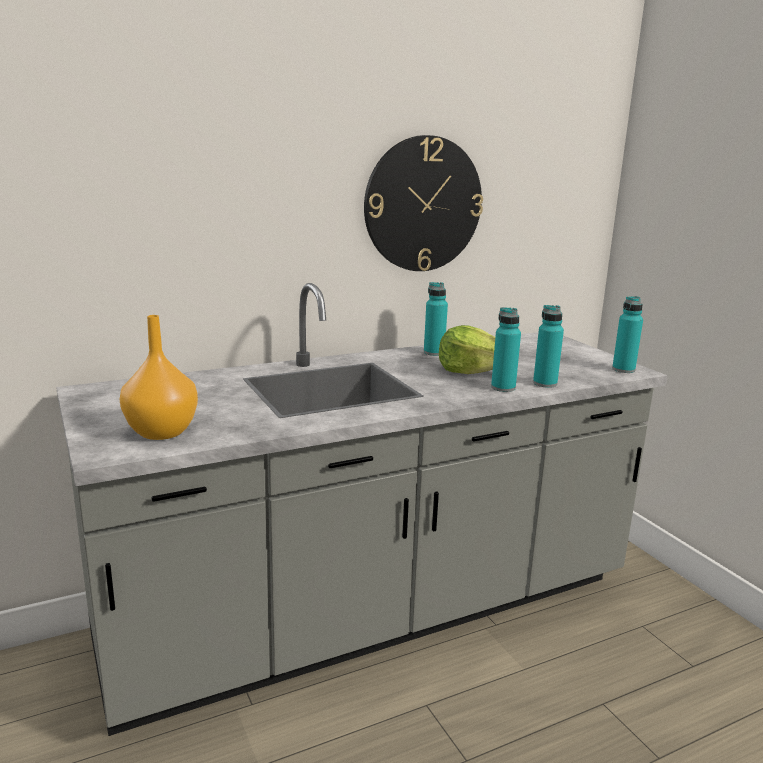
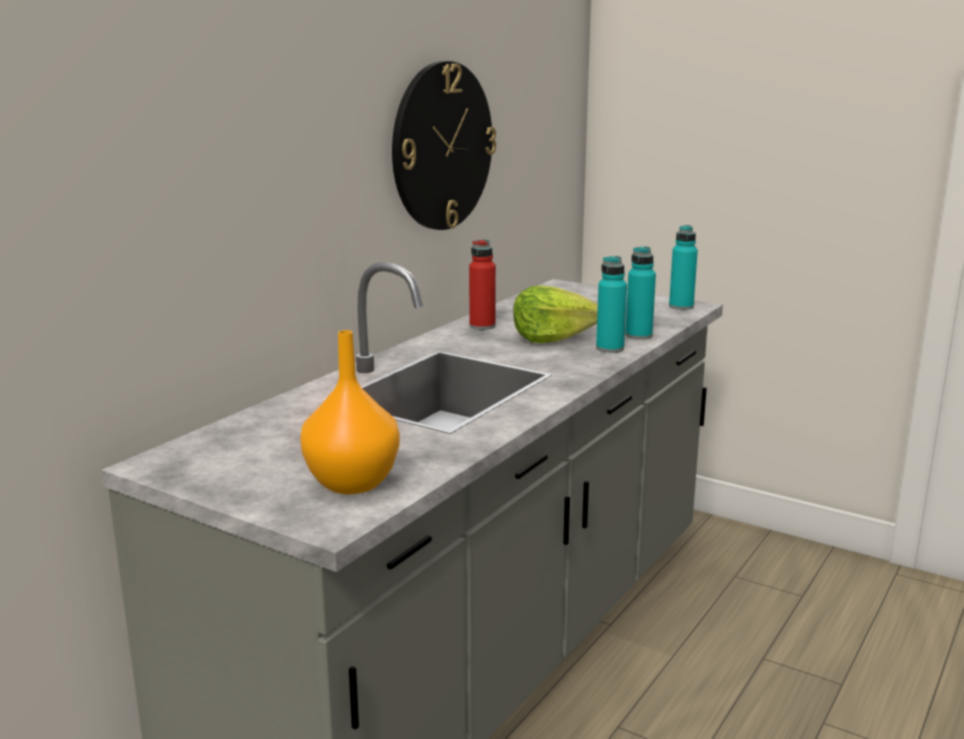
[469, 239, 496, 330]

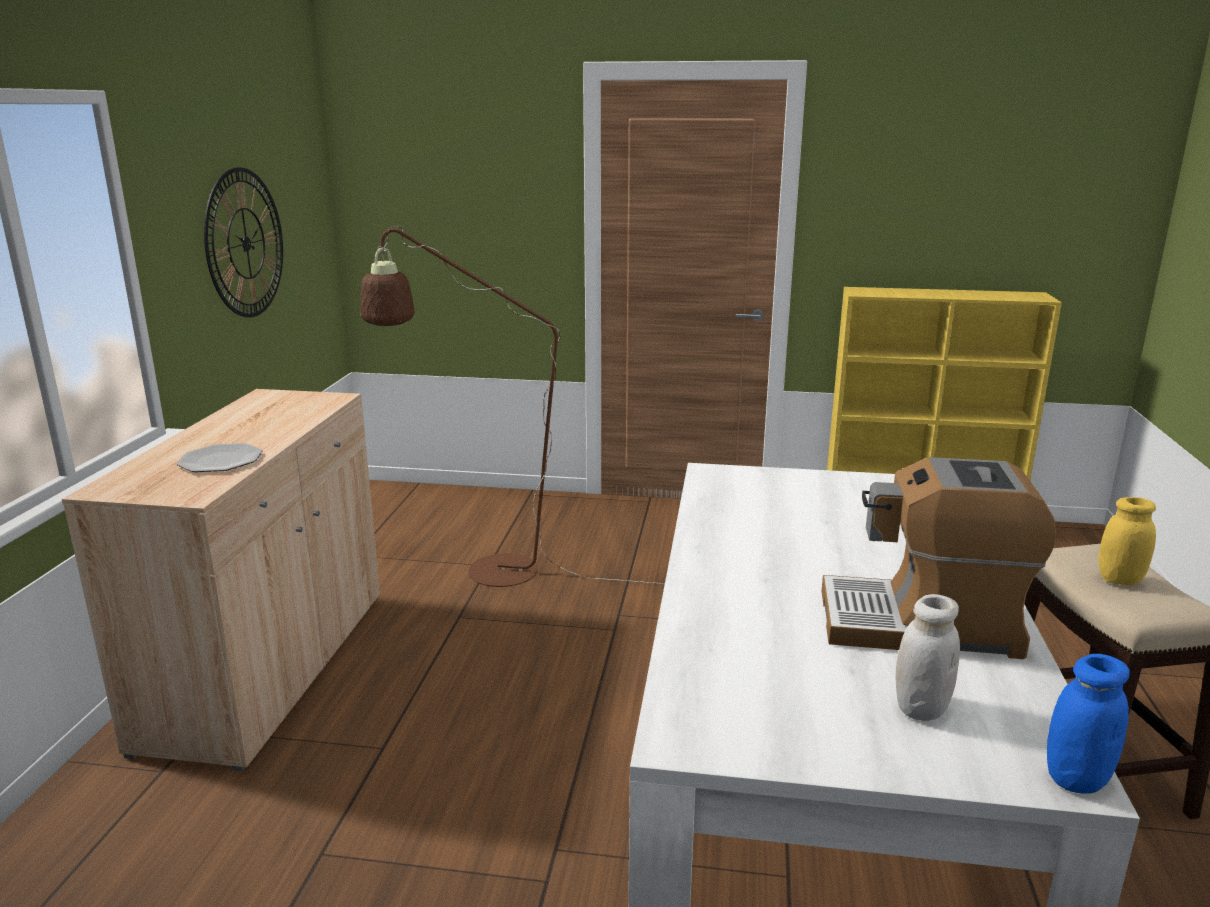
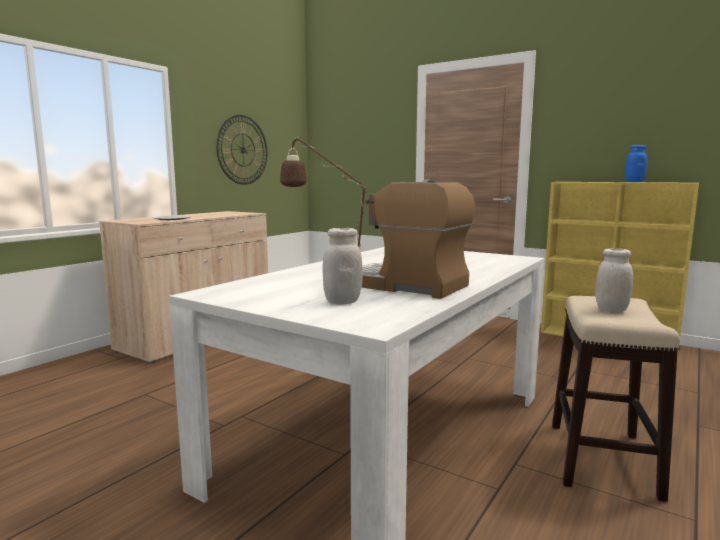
[595, 248, 633, 312]
[625, 145, 647, 182]

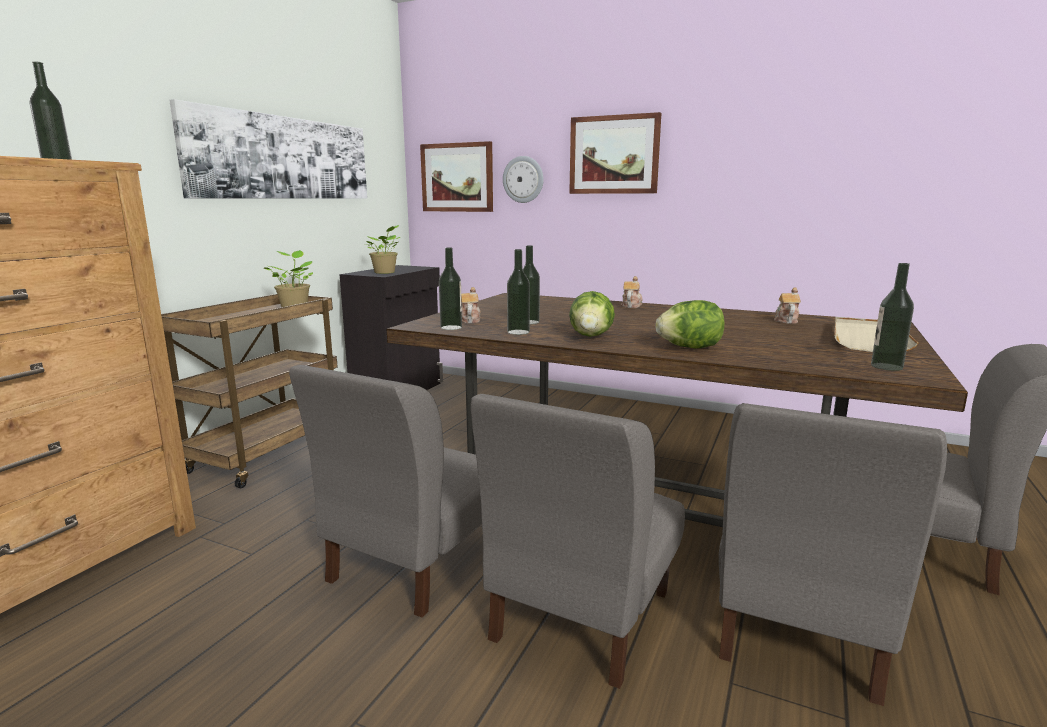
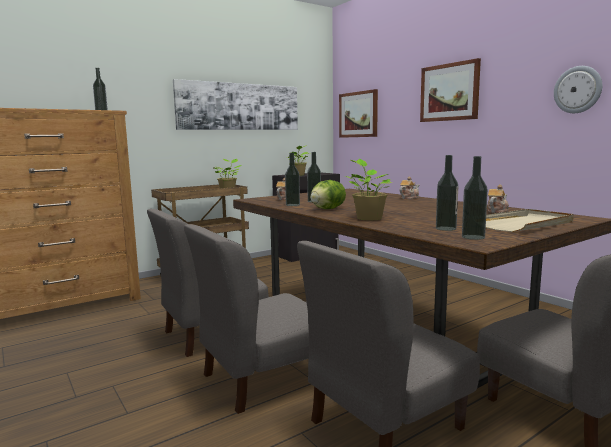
[554, 66, 602, 113]
[436, 155, 458, 231]
[345, 159, 392, 220]

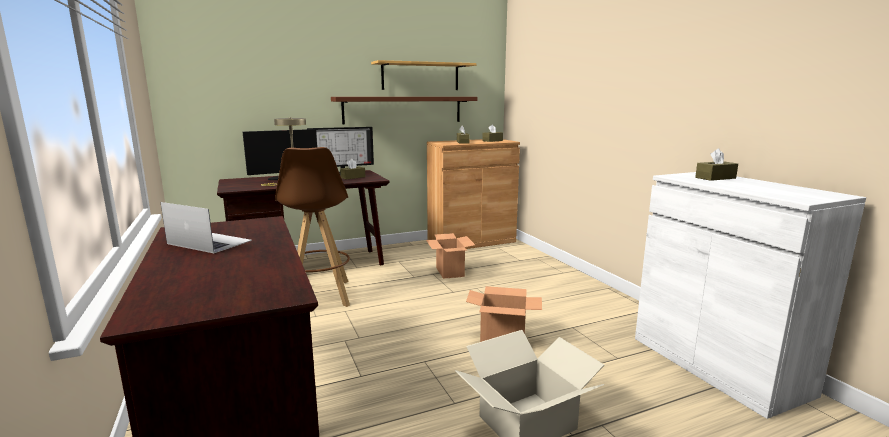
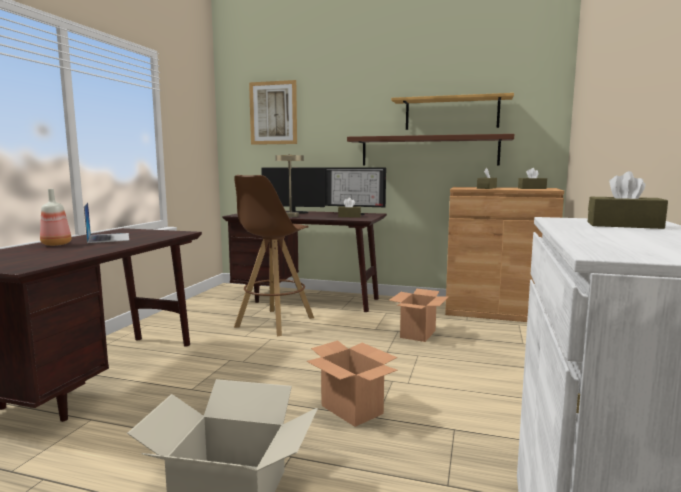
[249, 80, 297, 145]
[40, 189, 72, 246]

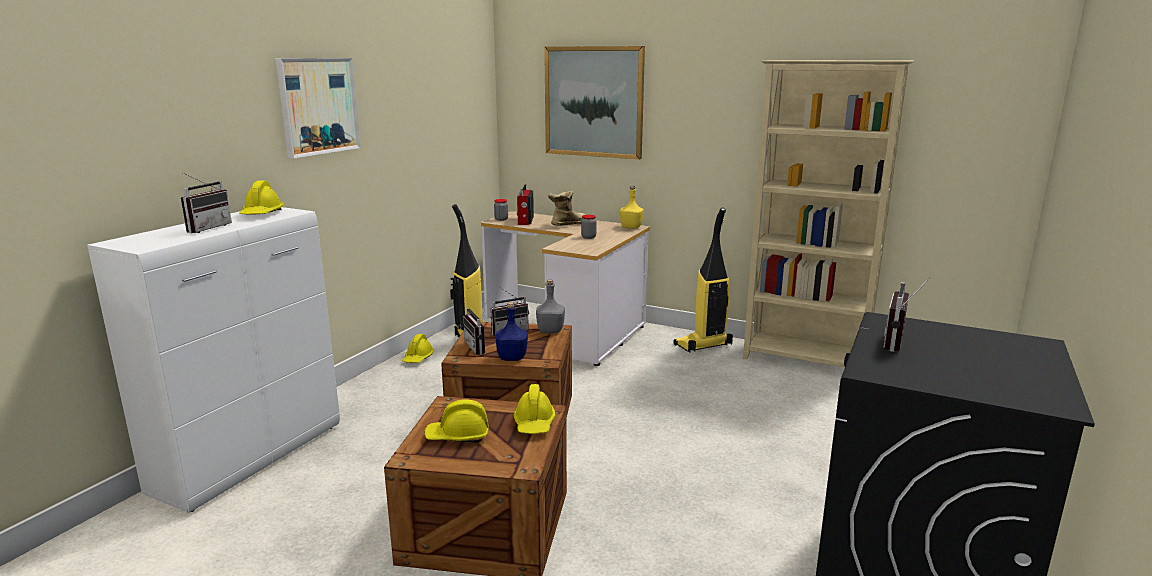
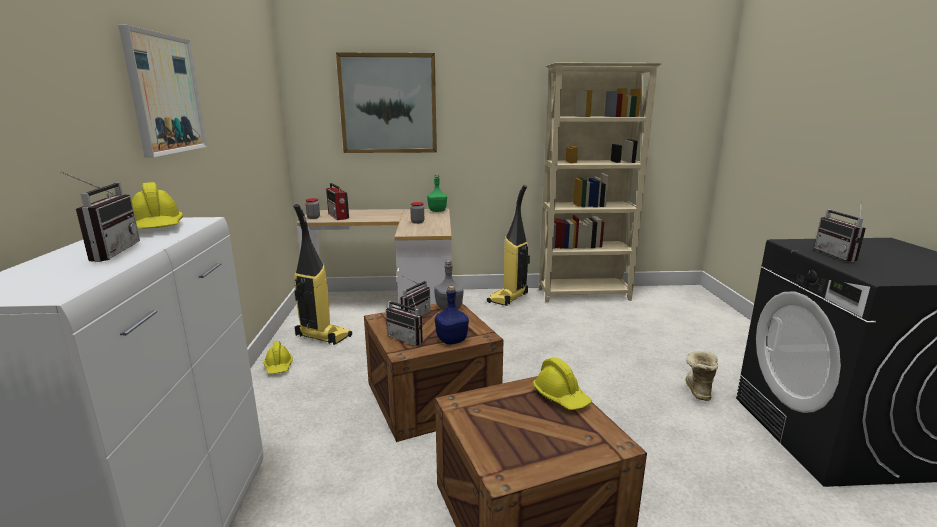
[427, 175, 447, 212]
[686, 351, 718, 401]
[424, 399, 489, 443] (first image)

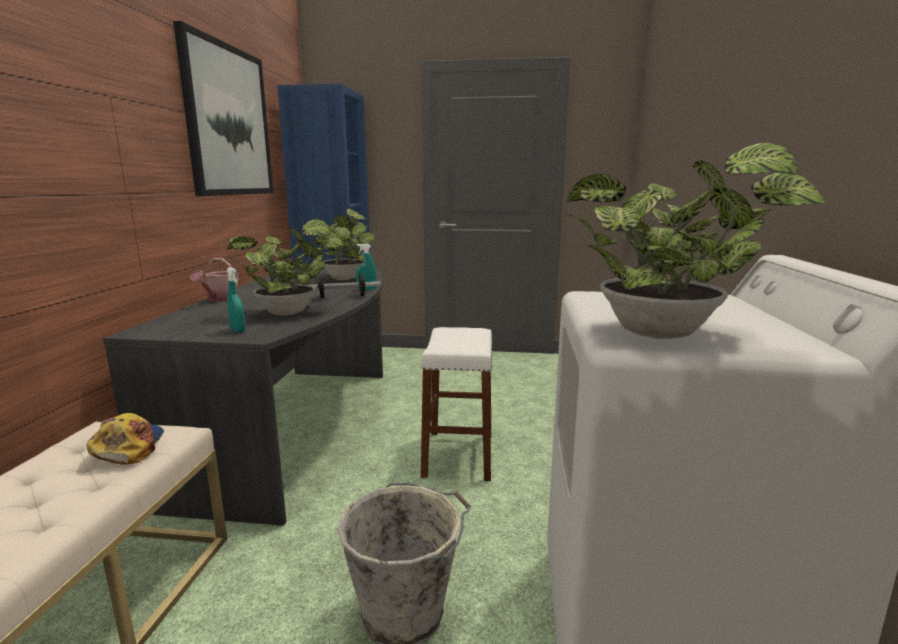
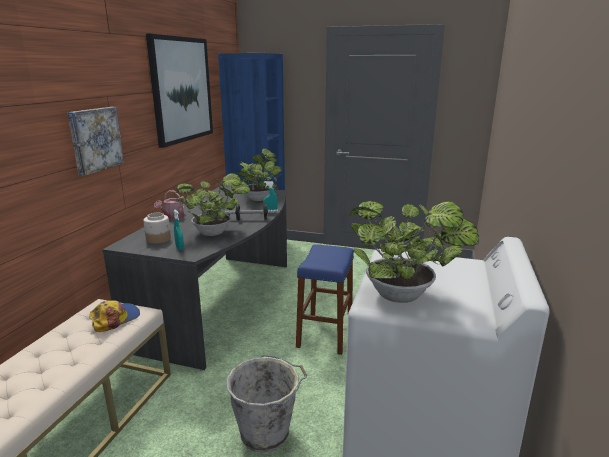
[296, 244, 354, 355]
[89, 300, 140, 332]
[67, 107, 124, 176]
[143, 213, 171, 244]

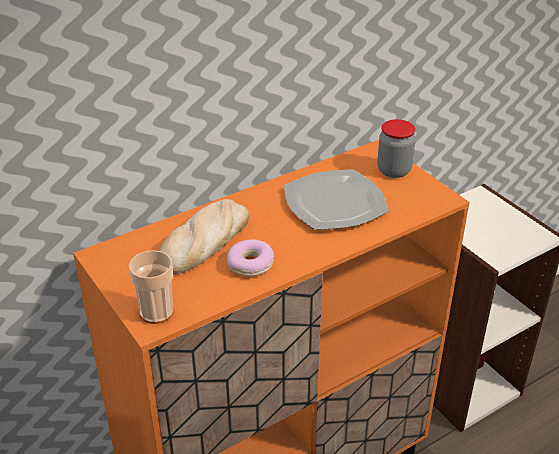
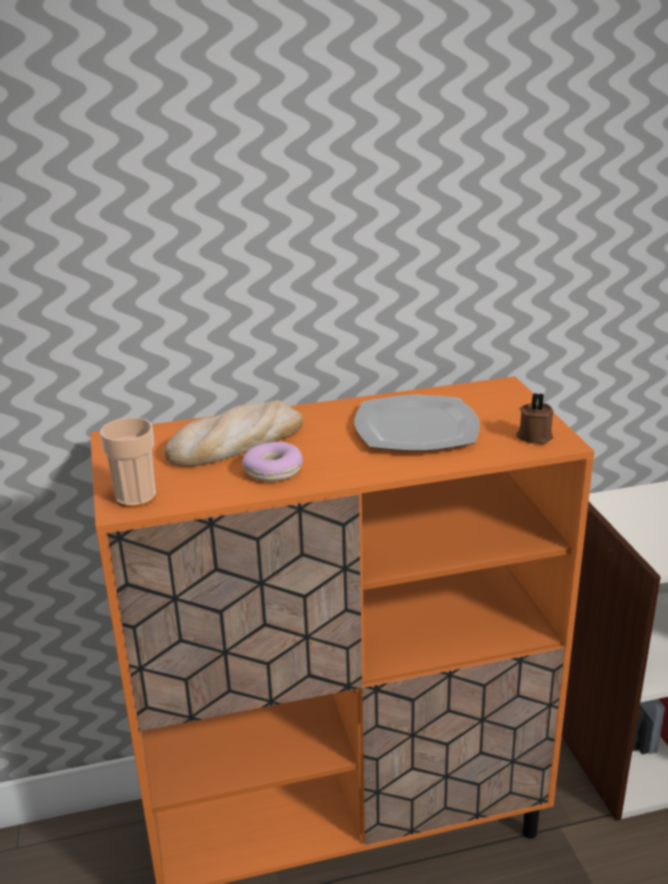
[377, 119, 416, 178] (first image)
[516, 393, 554, 444]

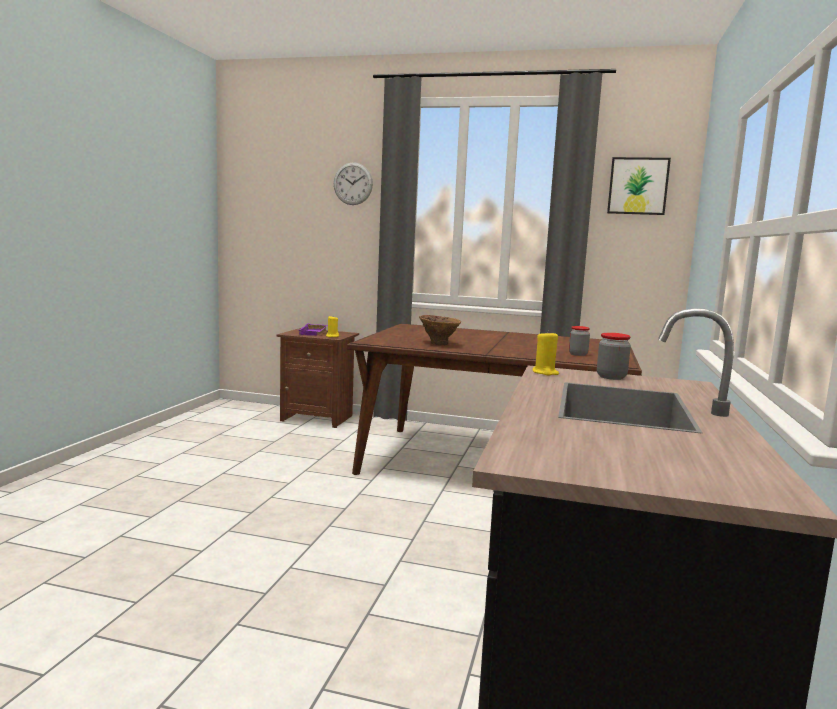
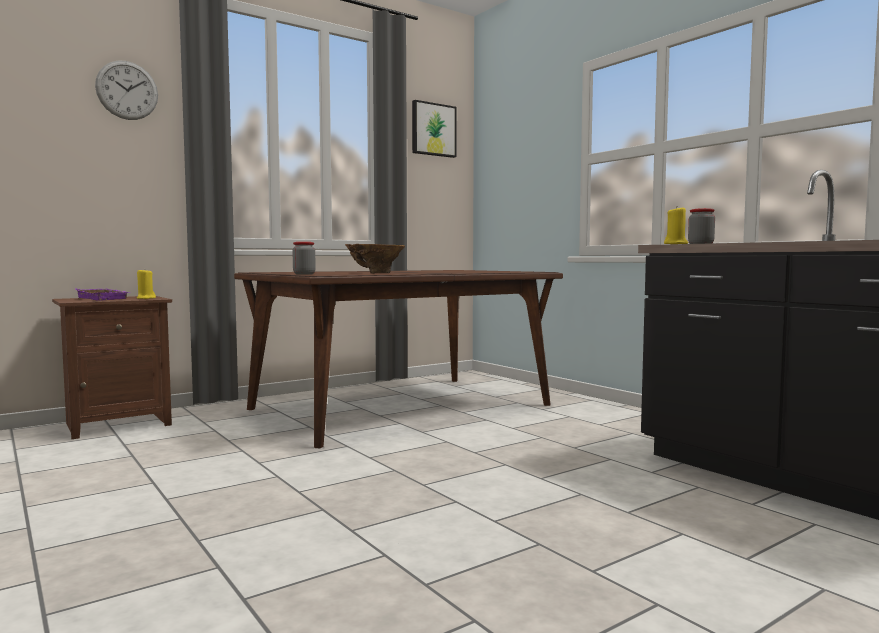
[292, 242, 316, 275]

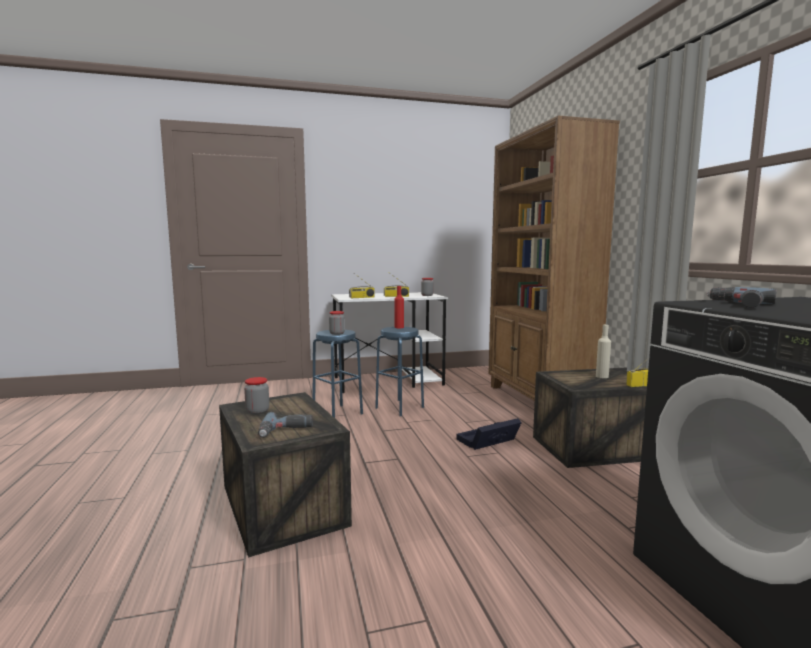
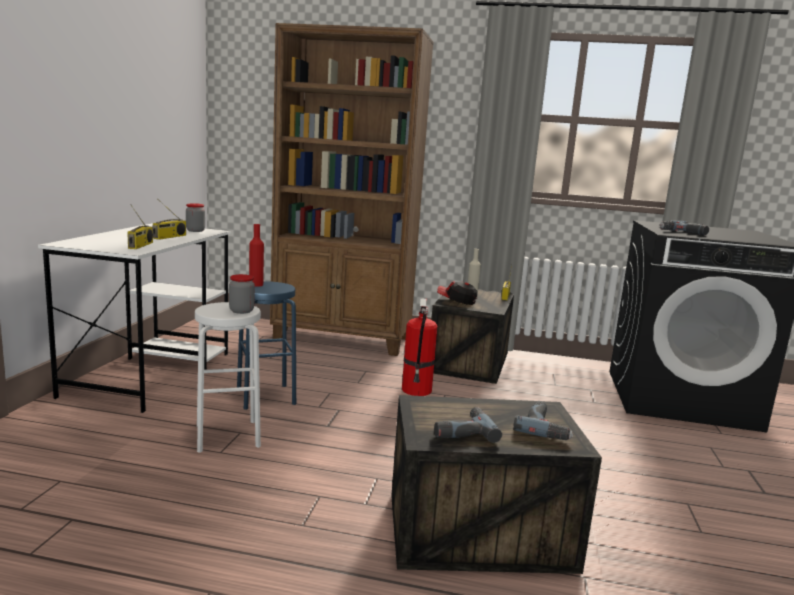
[195, 302, 261, 453]
[434, 407, 502, 443]
[402, 298, 438, 396]
[437, 281, 477, 305]

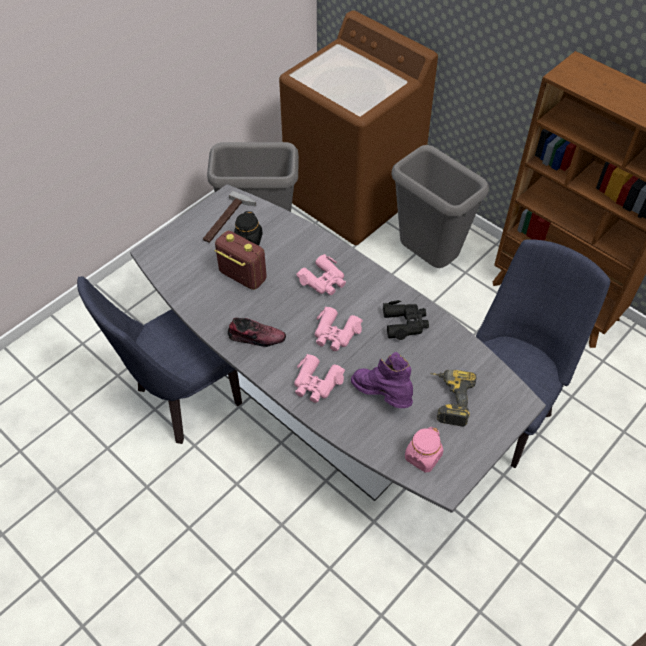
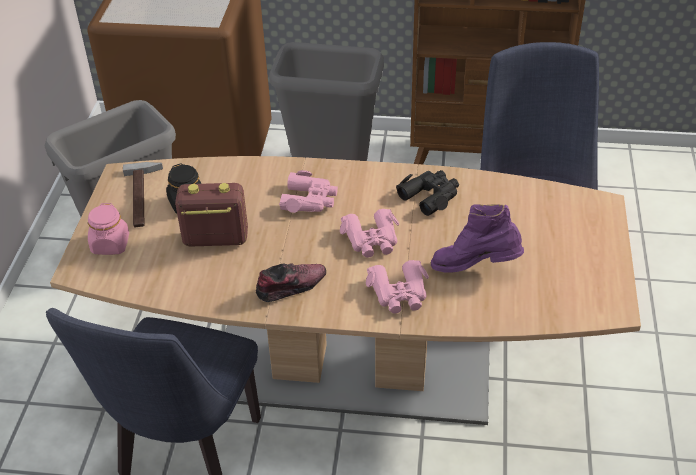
[50, 156, 641, 425]
[430, 370, 477, 427] (first image)
[88, 203, 129, 255]

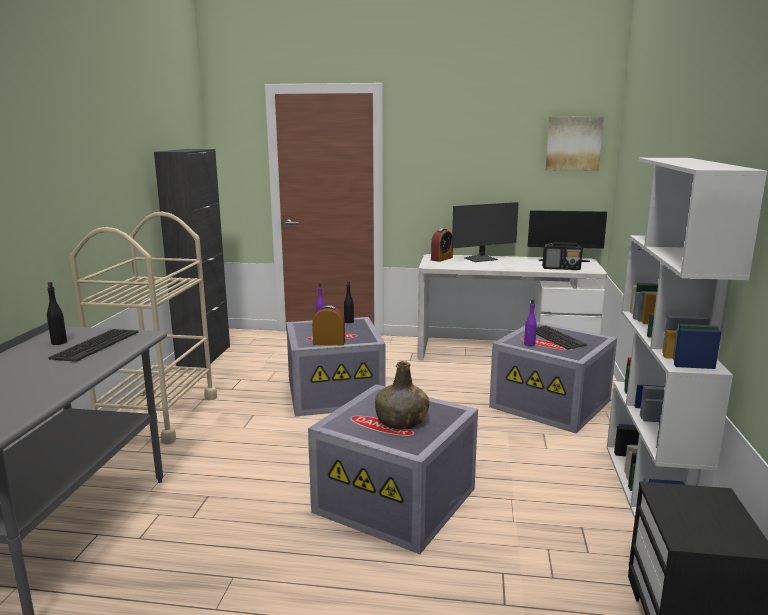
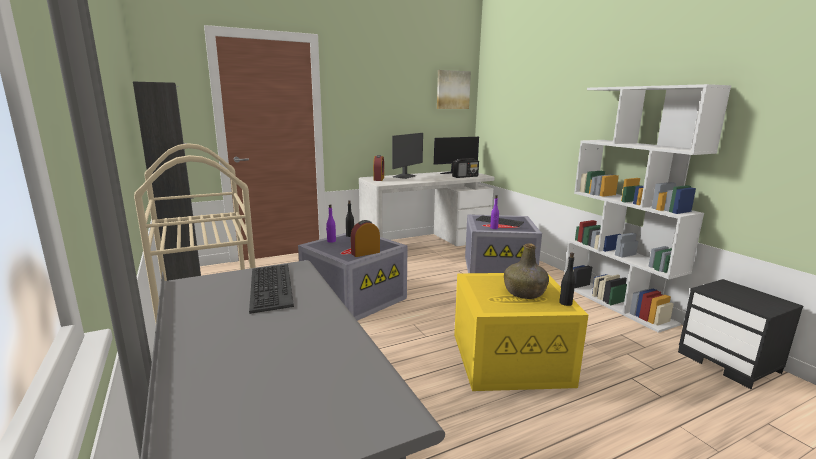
[559, 252, 575, 306]
[454, 273, 588, 391]

